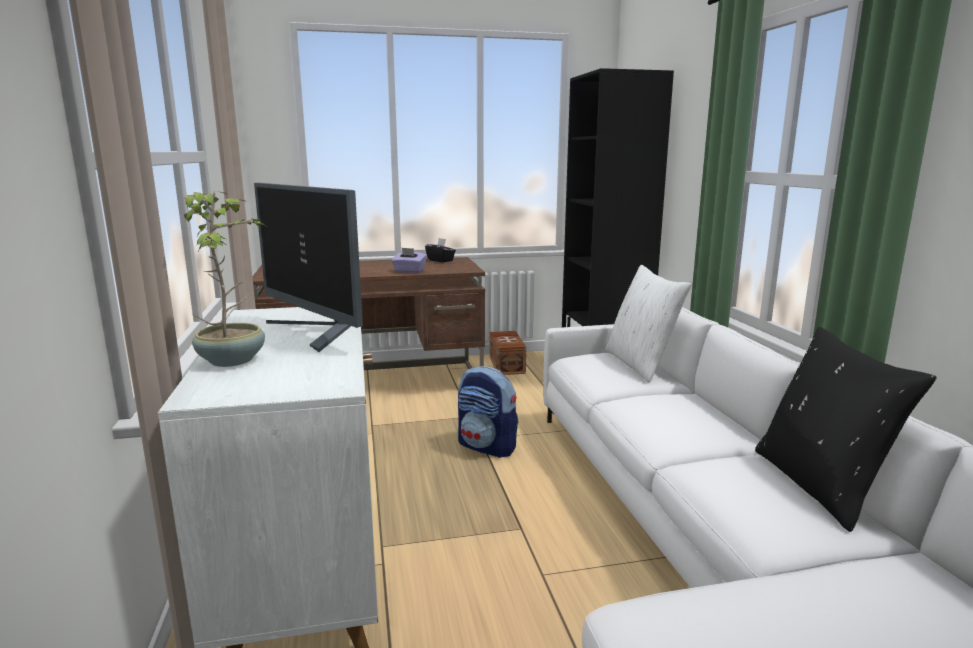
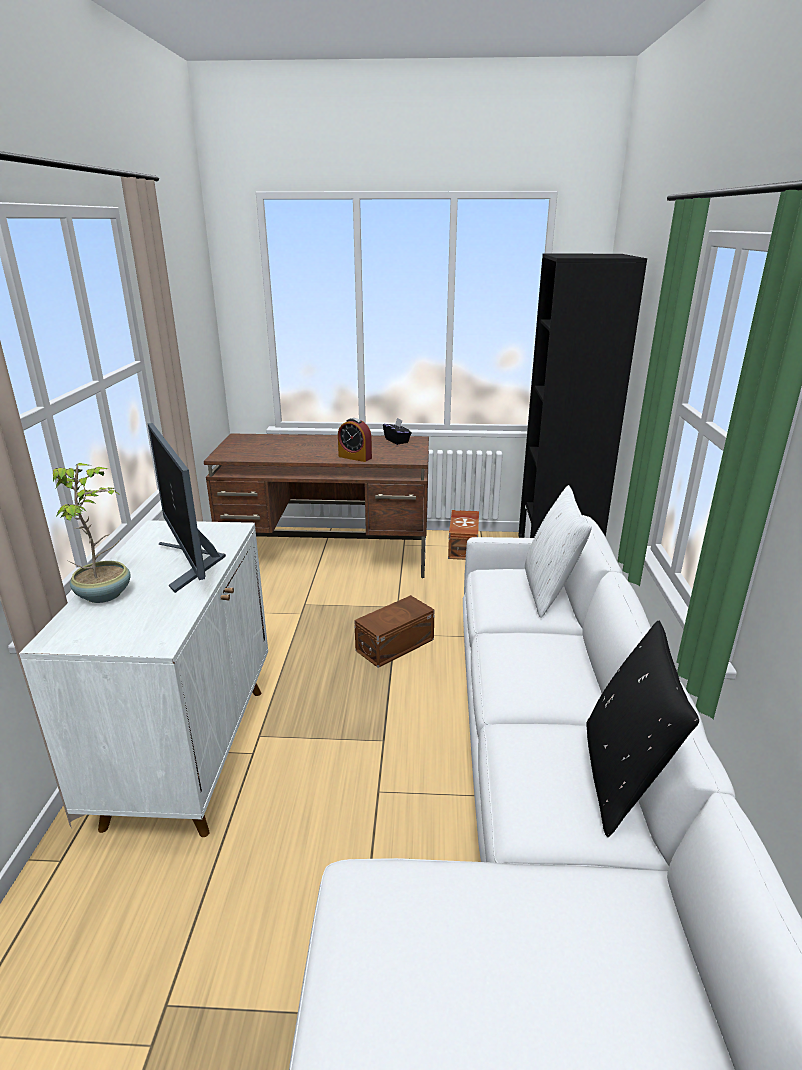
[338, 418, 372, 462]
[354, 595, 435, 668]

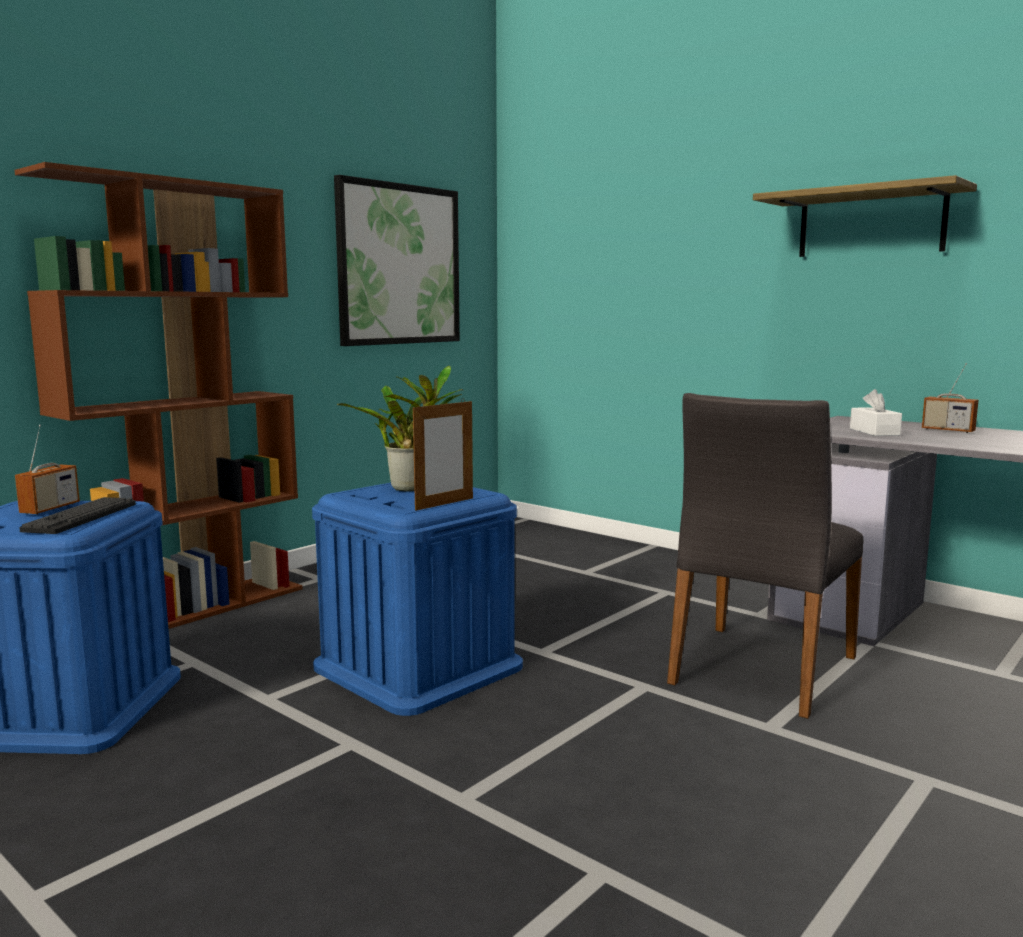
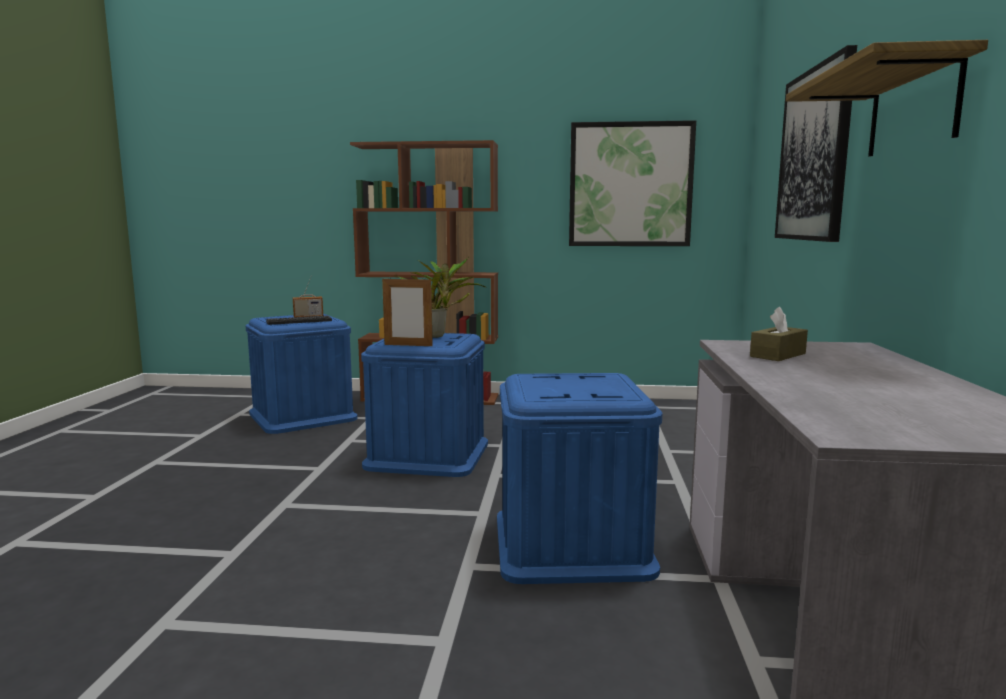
[922, 363, 979, 433] (first image)
[750, 307, 808, 361]
[497, 373, 662, 584]
[775, 45, 857, 242]

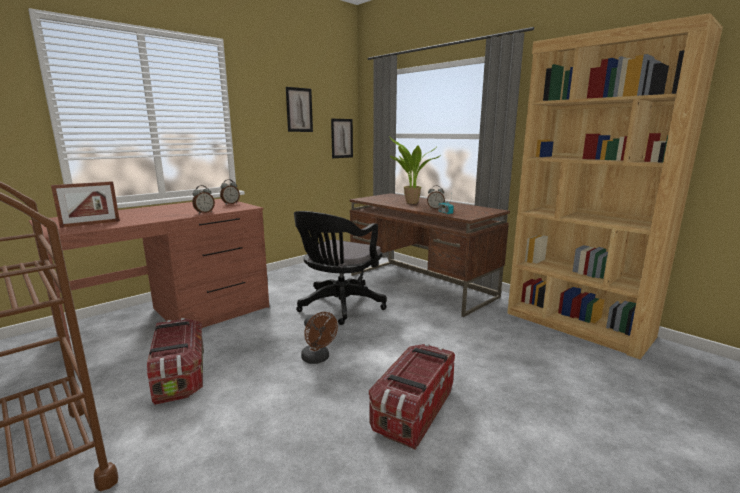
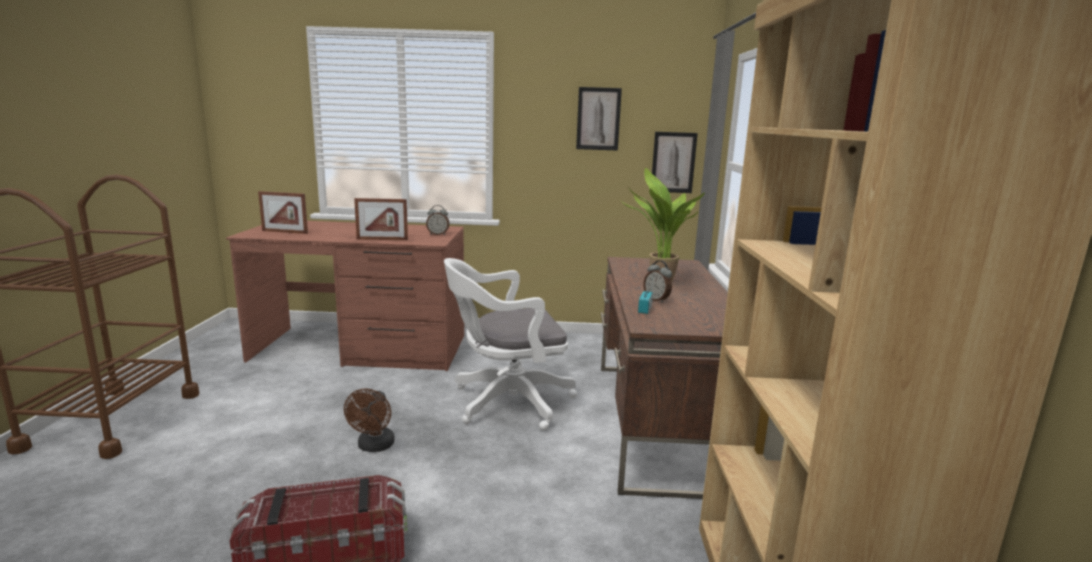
[354, 198, 408, 240]
[444, 258, 577, 431]
[147, 318, 204, 405] (first image)

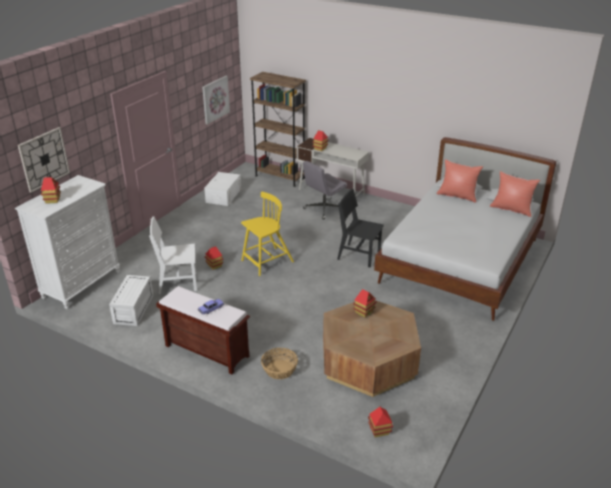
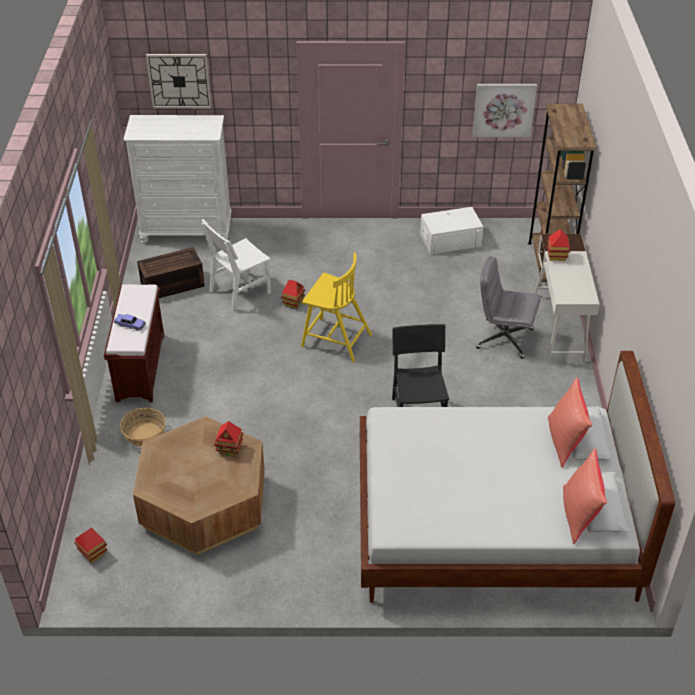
[41, 177, 61, 204] (first image)
[201, 219, 271, 312]
[137, 247, 205, 298]

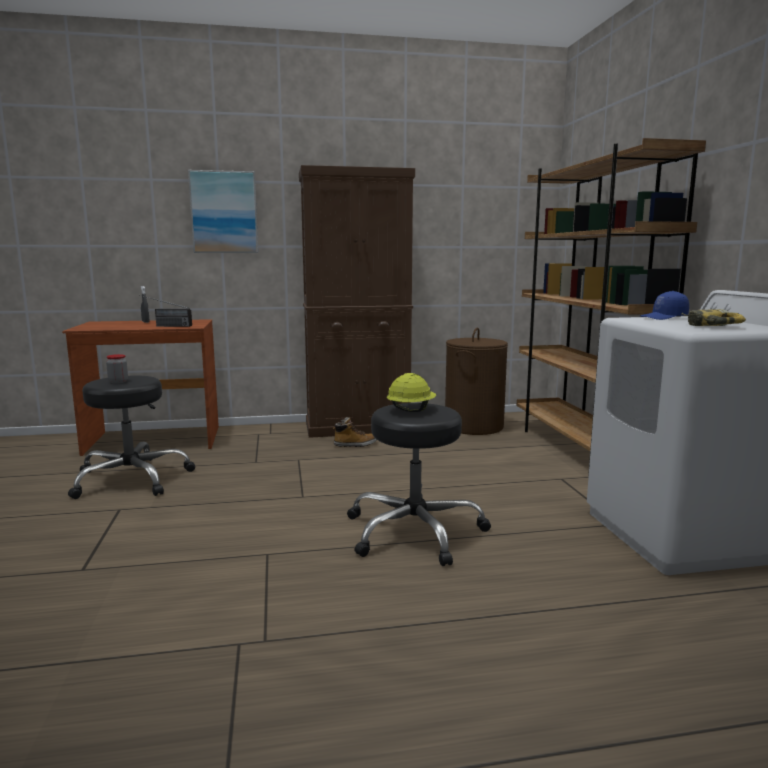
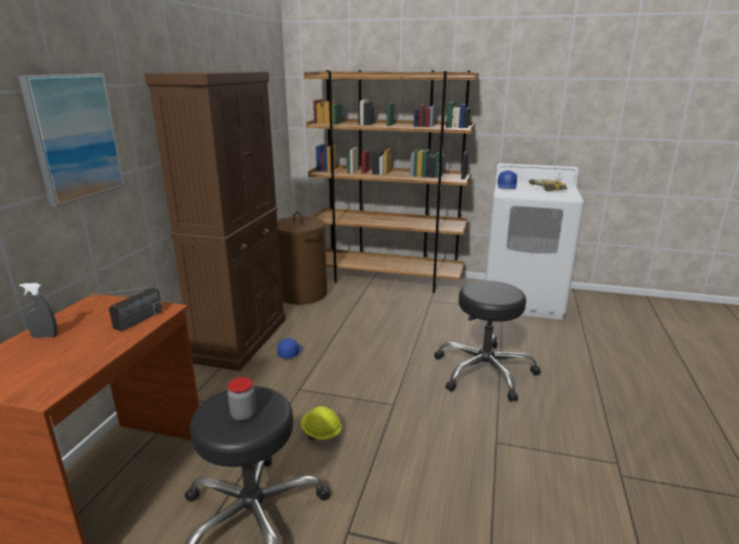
[301, 406, 341, 440]
[277, 338, 302, 359]

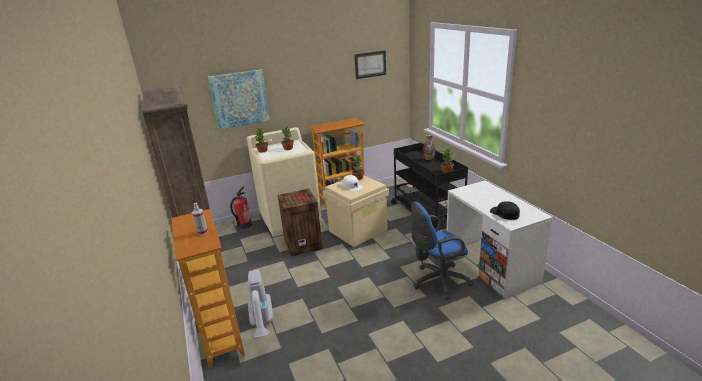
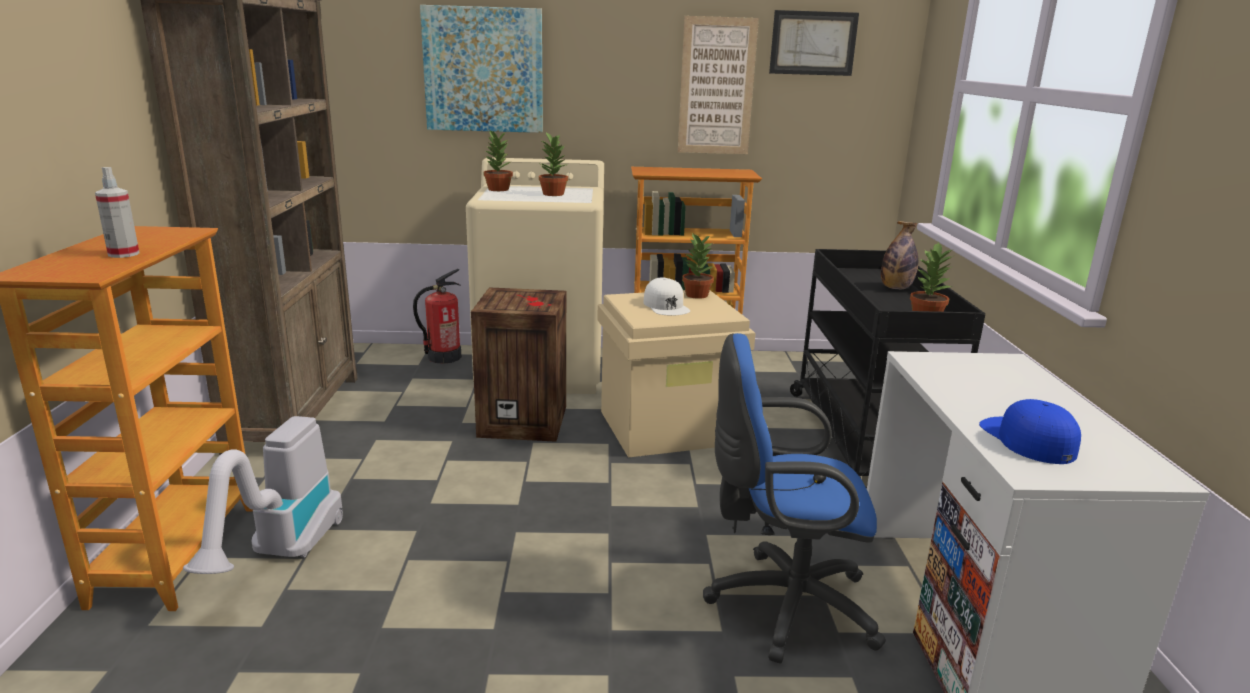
[979, 399, 1081, 464]
[678, 16, 759, 154]

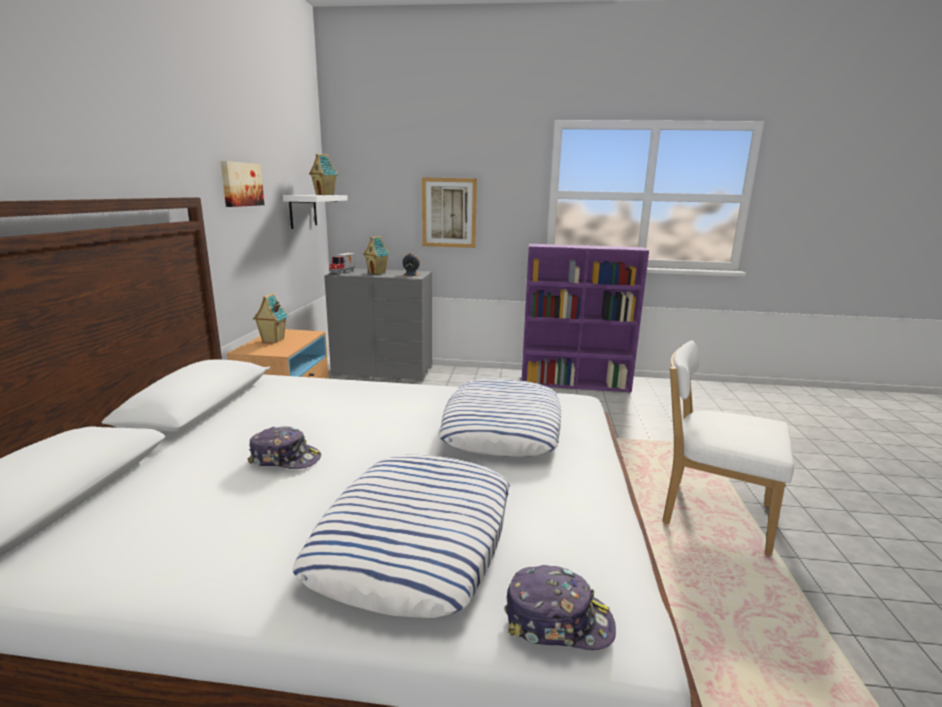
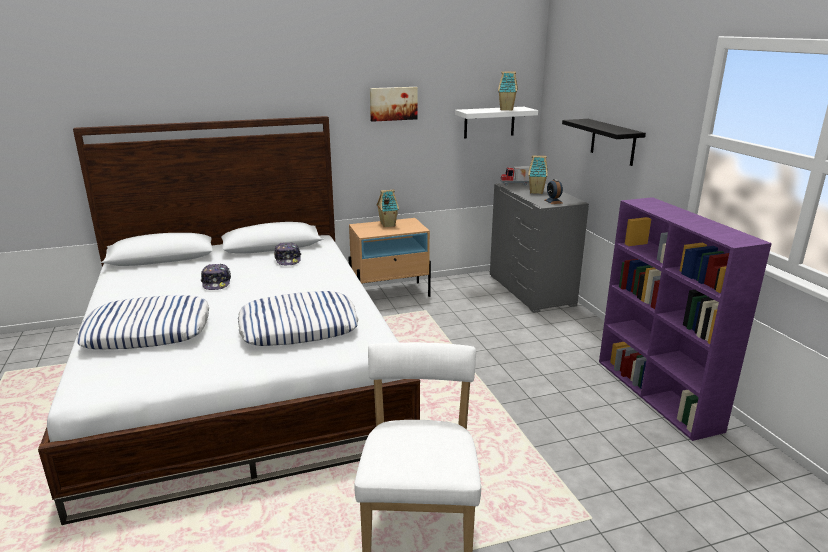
[562, 119, 646, 166]
[274, 242, 301, 265]

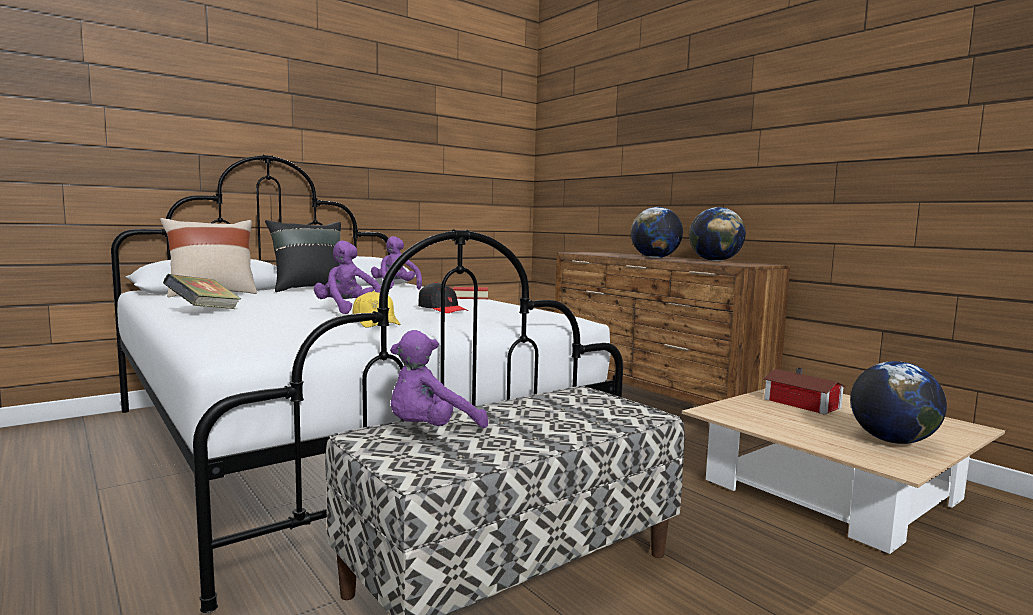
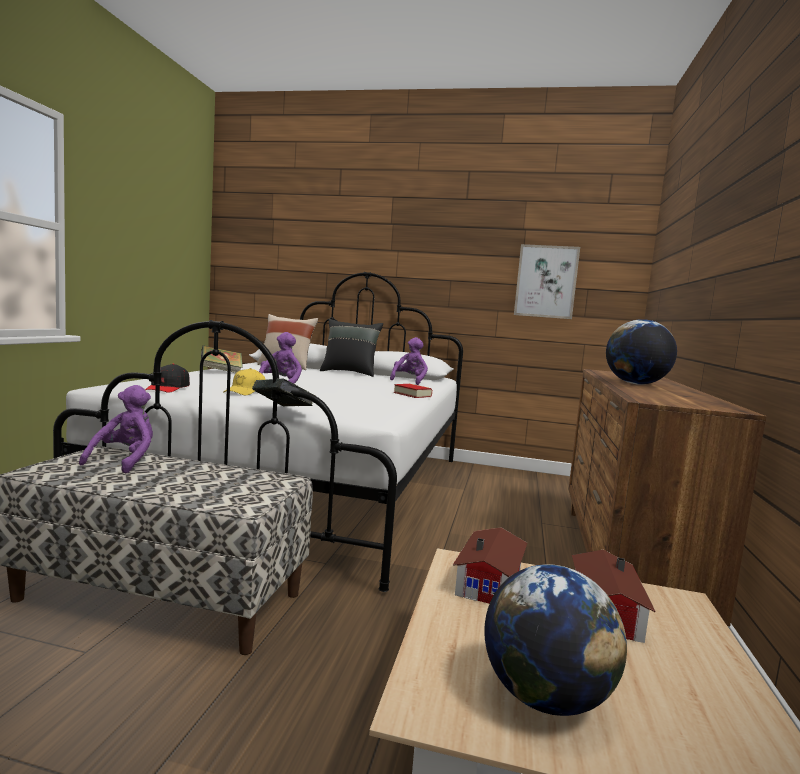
[689, 207, 746, 261] (first image)
[145, 364, 190, 393]
[79, 385, 153, 474]
[514, 244, 580, 319]
[252, 378, 313, 407]
[453, 527, 527, 604]

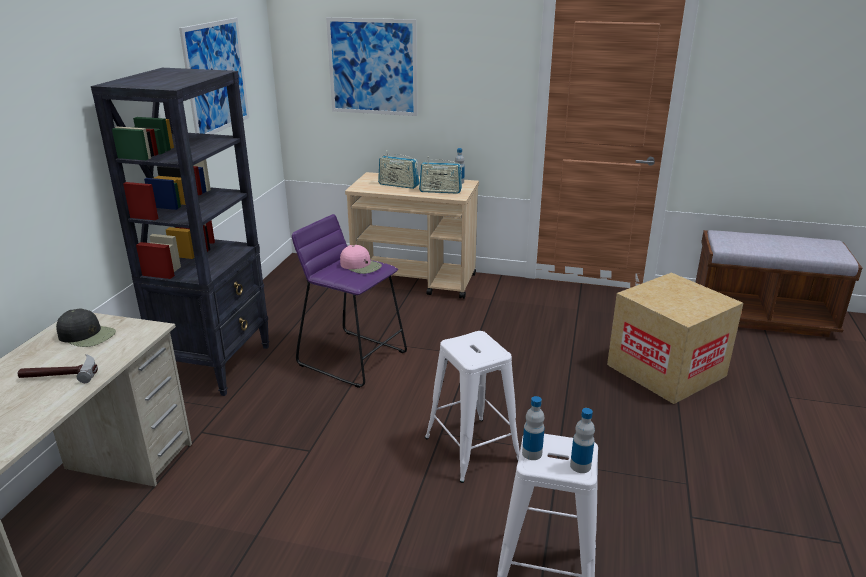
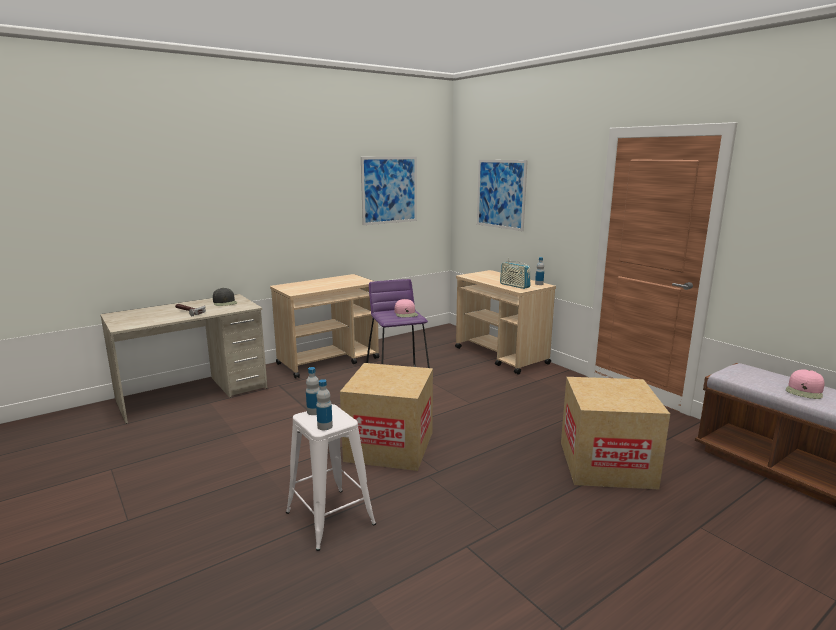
[270, 274, 379, 379]
[378, 150, 419, 189] (first image)
[340, 363, 433, 471]
[786, 369, 825, 399]

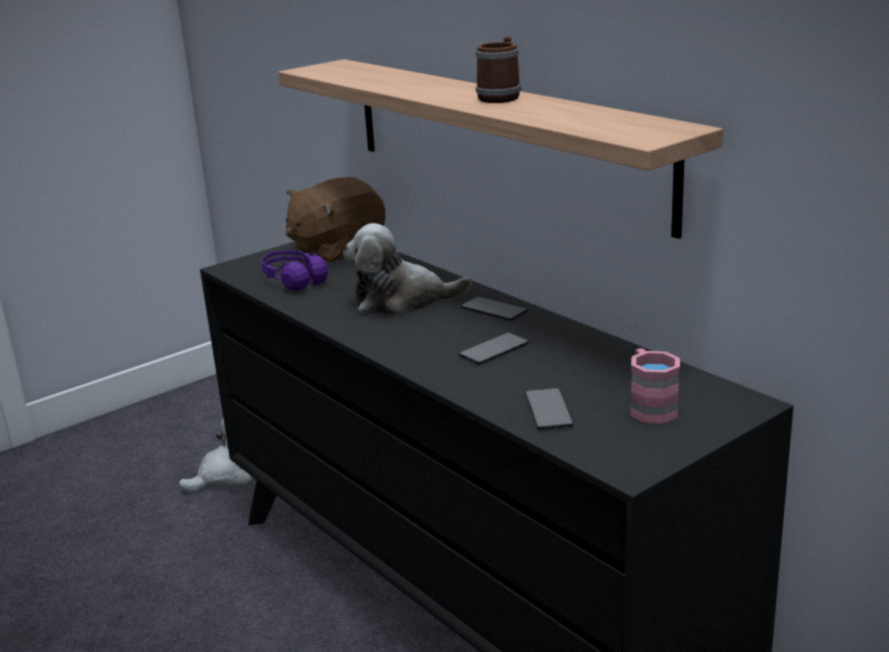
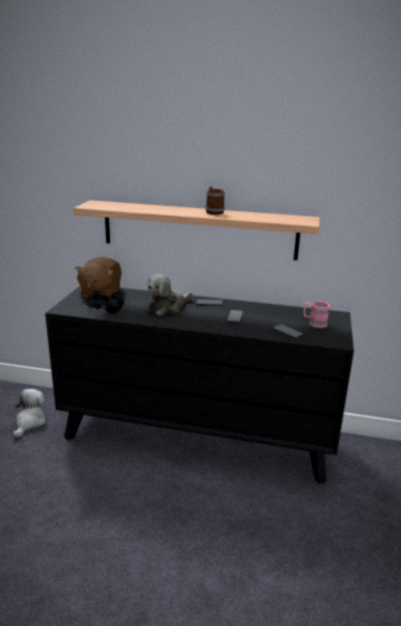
[86, 294, 124, 313]

